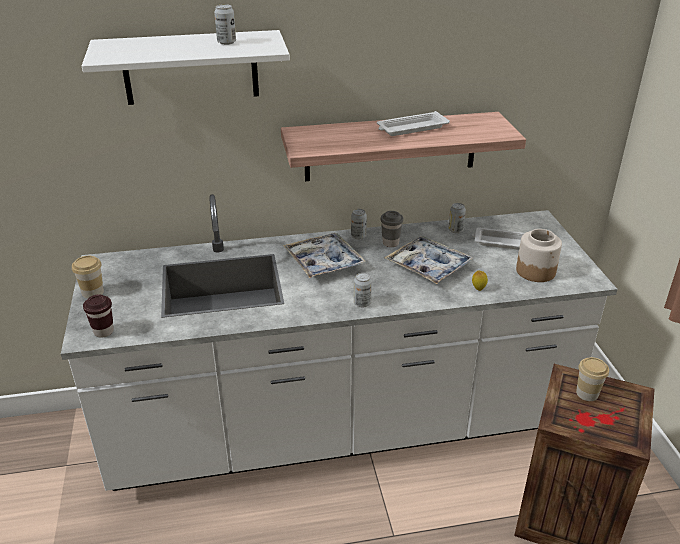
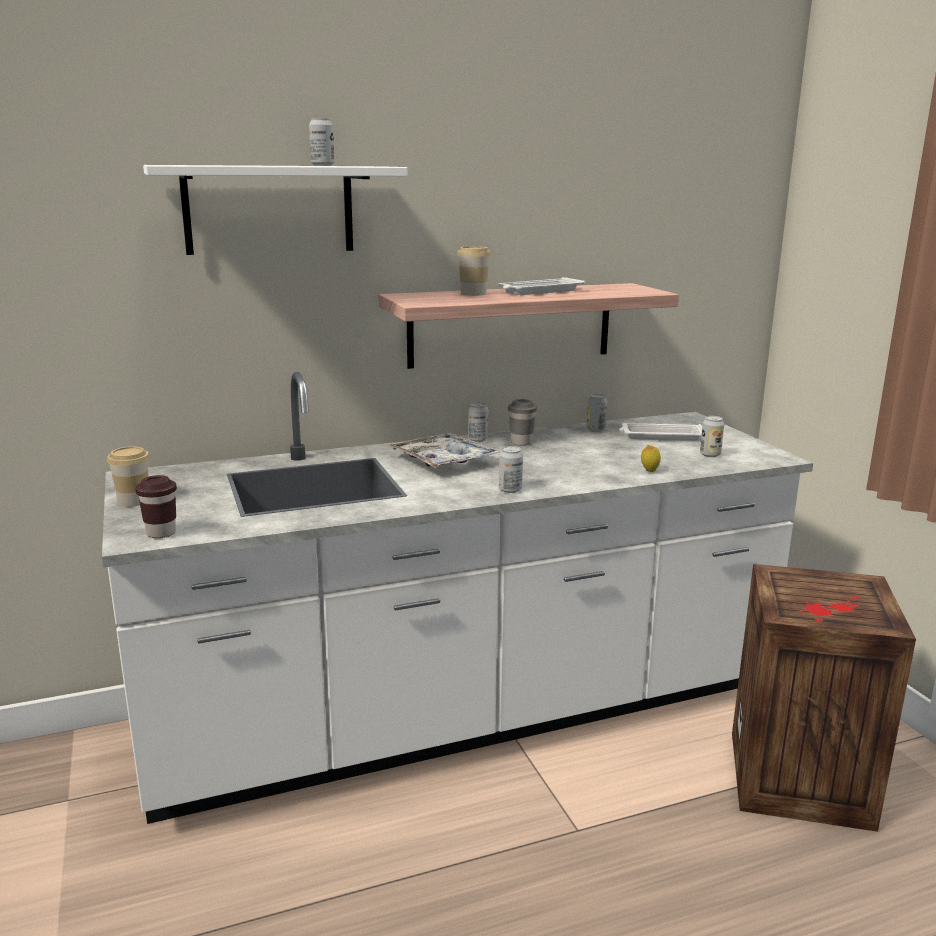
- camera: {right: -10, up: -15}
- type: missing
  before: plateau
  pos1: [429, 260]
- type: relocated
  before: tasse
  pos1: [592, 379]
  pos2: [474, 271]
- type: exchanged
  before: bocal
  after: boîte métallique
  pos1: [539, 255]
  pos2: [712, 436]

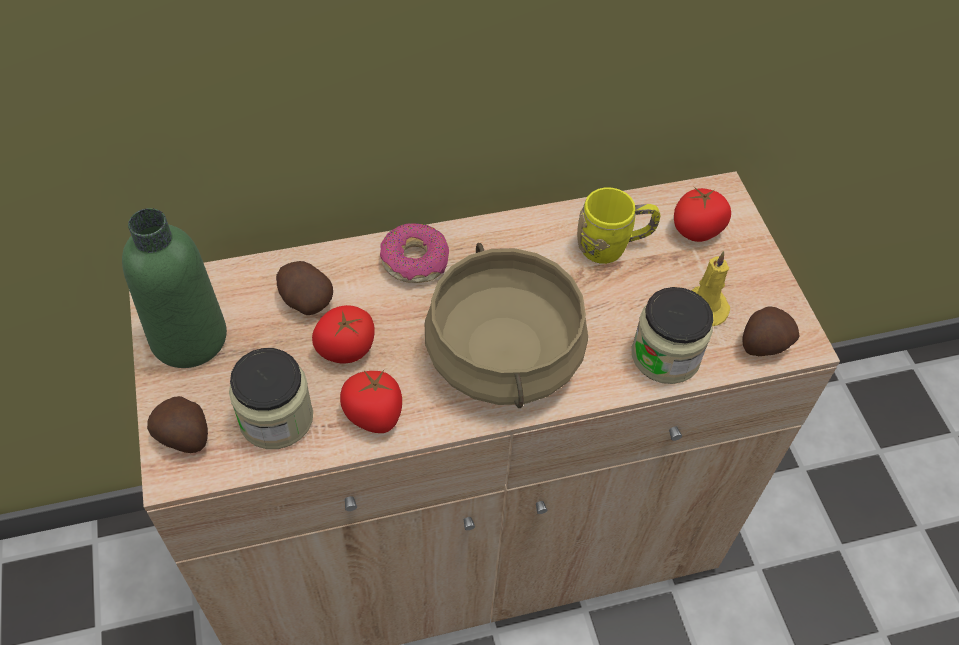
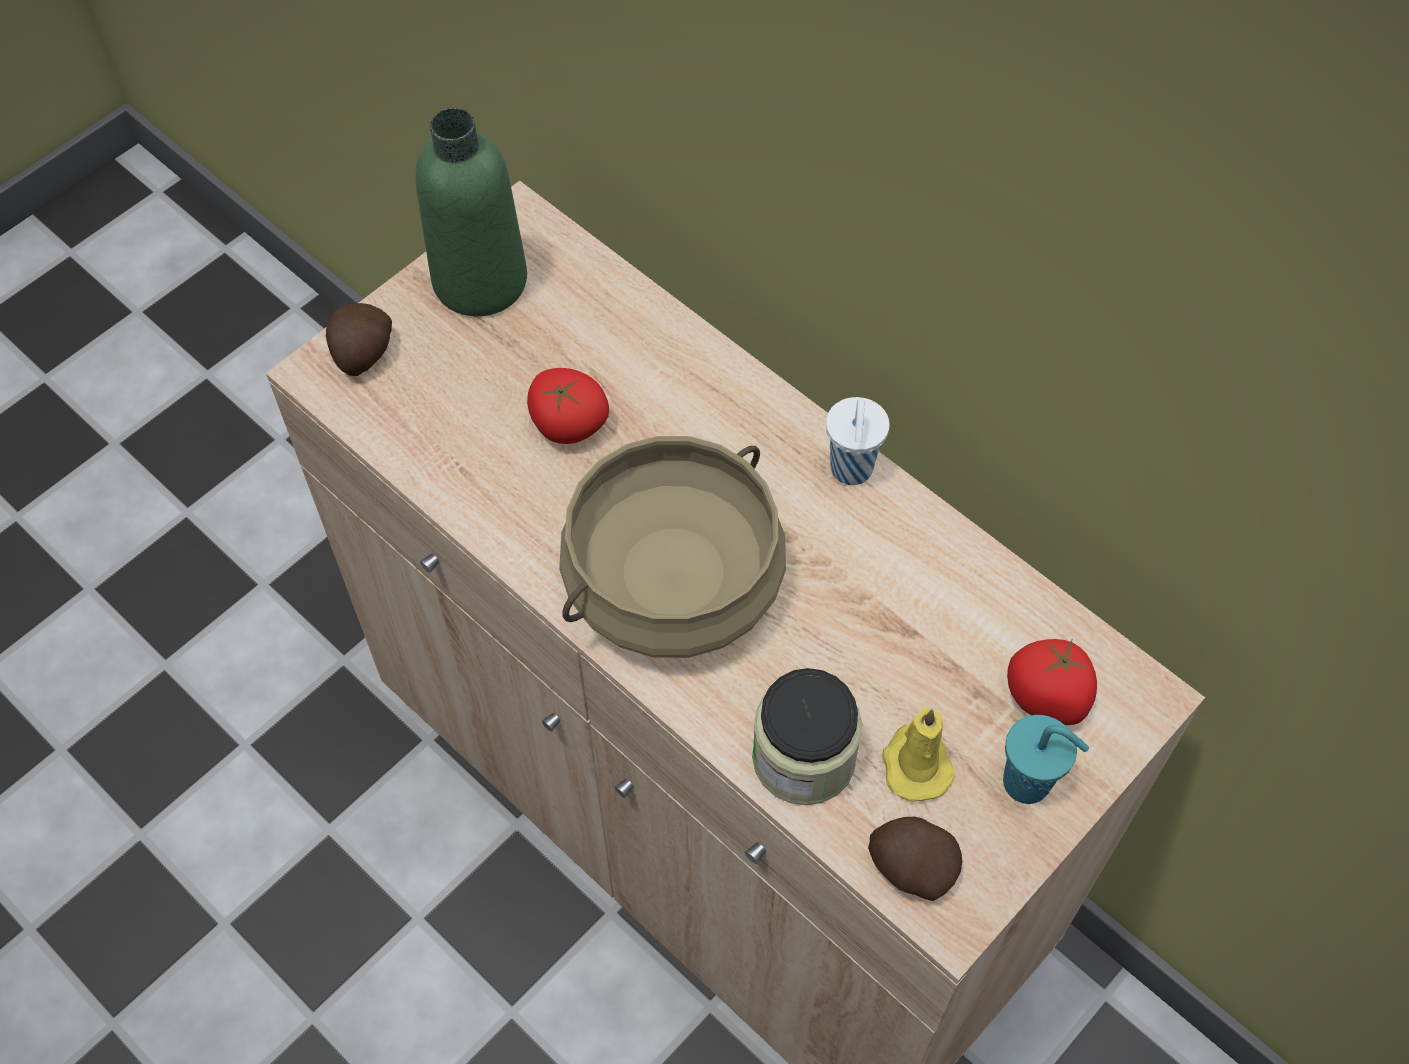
- camera: {right: 60, up: 5}
- type: missing
  before: bocal
  pos1: [271, 398]
- type: missing
  before: pomme de terre
  pos1: [304, 288]
- type: missing
  before: tomate
  pos1: [371, 401]
- type: missing
  before: beignet
  pos1: [414, 253]
- type: missing
  before: mug [jaune]
  pos1: [619, 225]
- type: appeared
  after: tasse [blanc]
  pos2: [858, 441]
- type: appeared
  after: tasse [turquoise]
  pos2: [1046, 759]

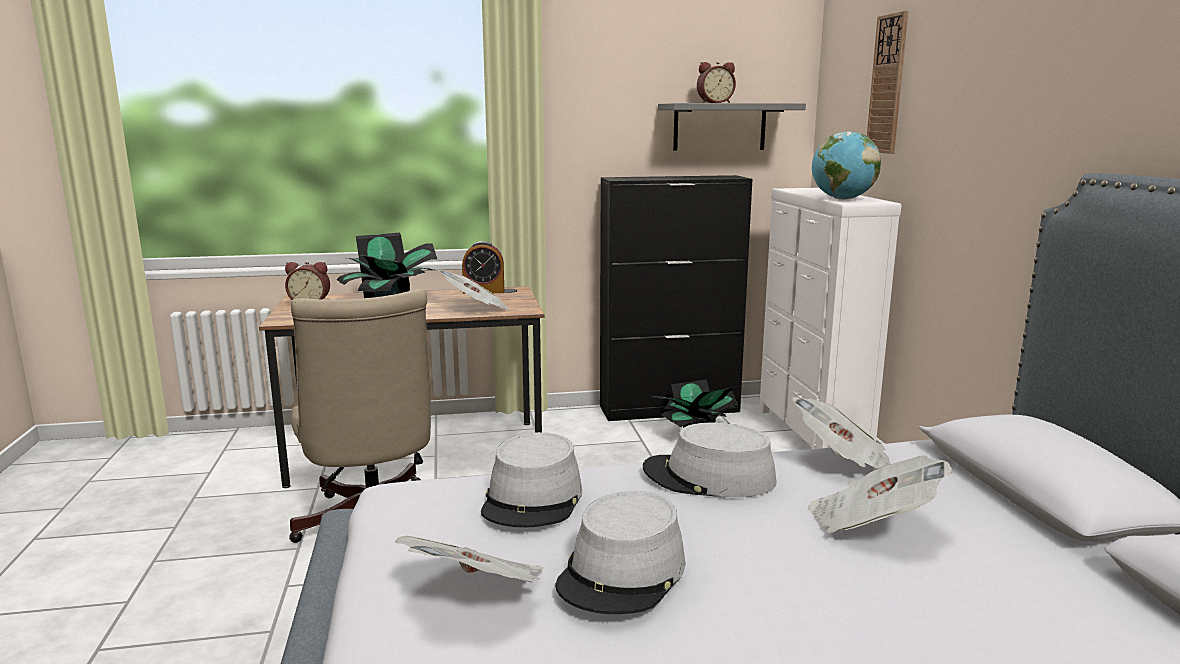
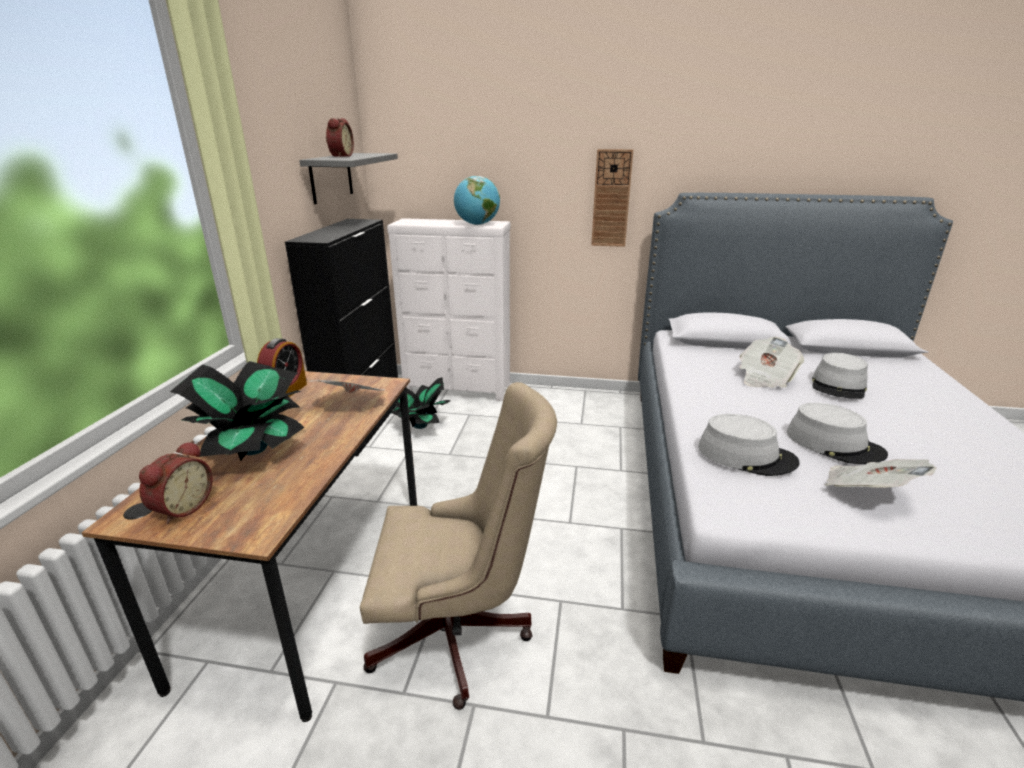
- camera: {right: -70, up: 10}
- type: missing
  before: journal
  pos1: [841, 432]
- type: relocated
  before: chapeau [gris]
  pos1: [710, 460]
  pos2: [840, 376]
- type: relocated
  before: horloge murale
  pos1: [887, 82]
  pos2: [612, 198]

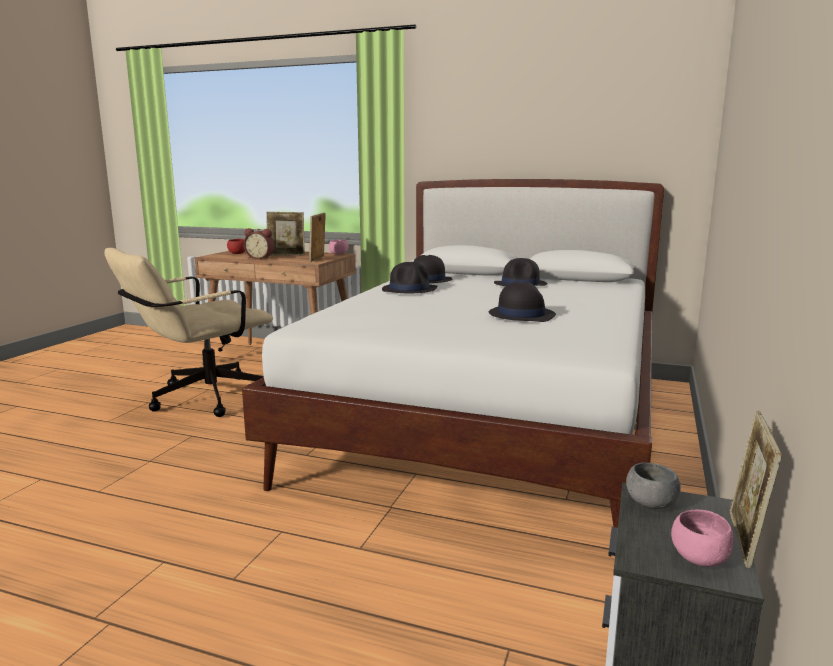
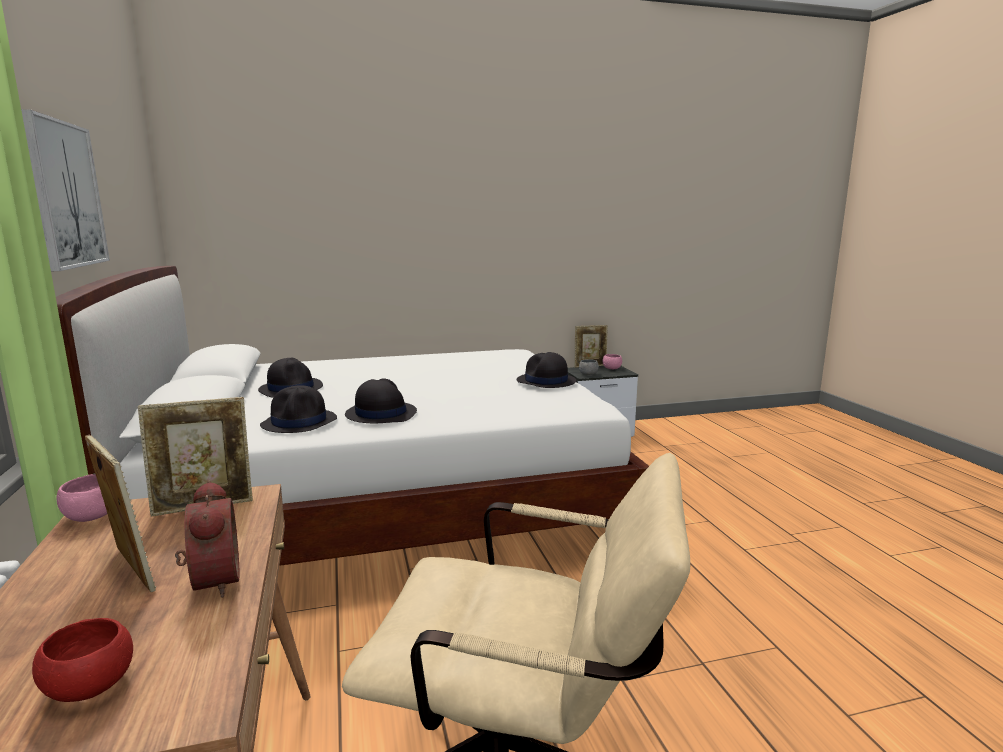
- camera: {right: -125, up: 0}
- type: appeared
  after: tableau
  pos2: [65, 190]
- type: relocated
  before: chapeau [noir]
  pos1: [522, 302]
  pos2: [546, 370]

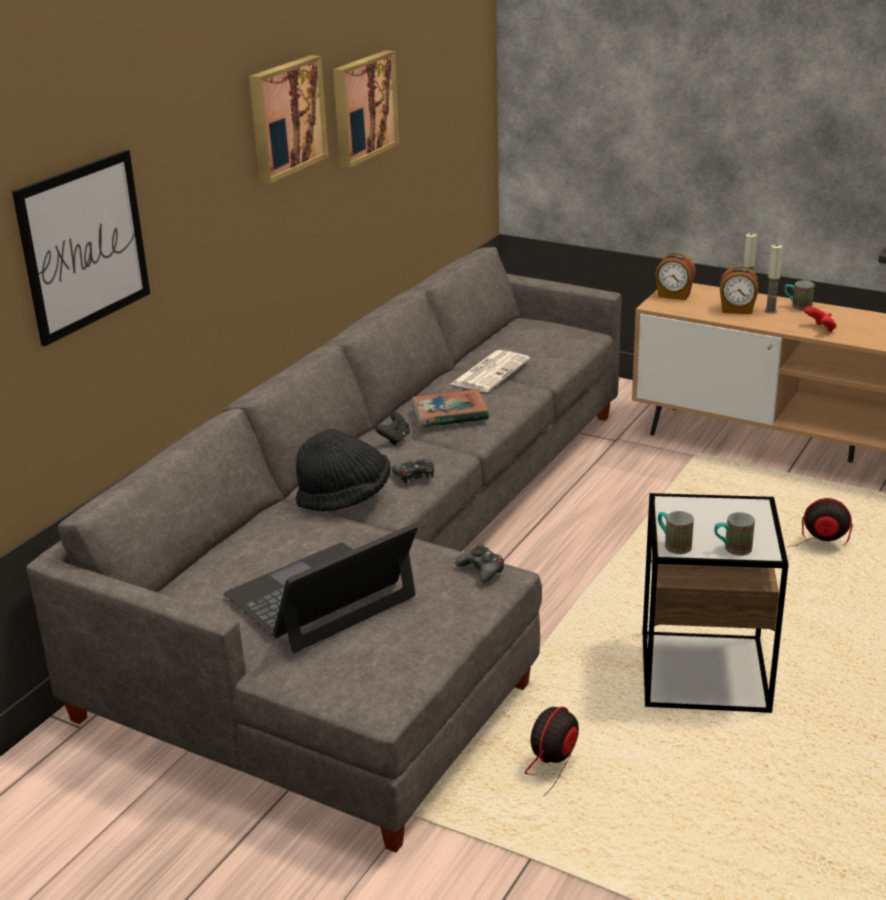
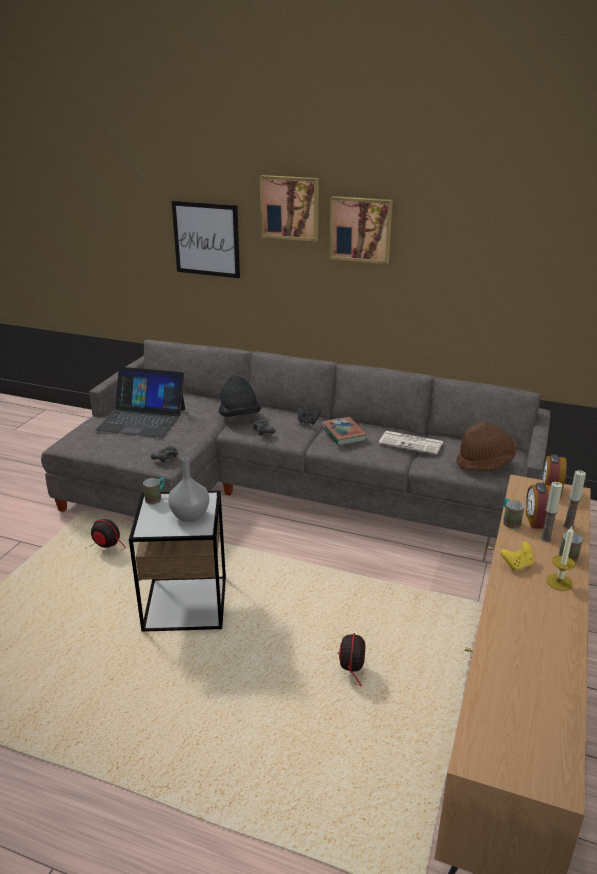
- camera: {right: 80, up: 0}
- type: appeared
  after: vase [gris]
  pos2: [188, 490]
- type: appeared
  after: chapeau [marron]
  pos2: [486, 447]
- type: appeared
  after: bougie
  pos2: [561, 558]
- type: relocated
  before: tableau
  pos1: [366, 109]
  pos2: [289, 208]
- type: relocated
  before: mug
  pos1: [734, 534]
  pos2: [513, 513]
- type: colour
  before: manette [rouge]
  after: manette [jaune]
  pos1: [820, 319]
  pos2: [517, 556]
- type: spun
  before: ordinateur portable
  pos1: [321, 588]
  pos2: [140, 402]
  turn: 150

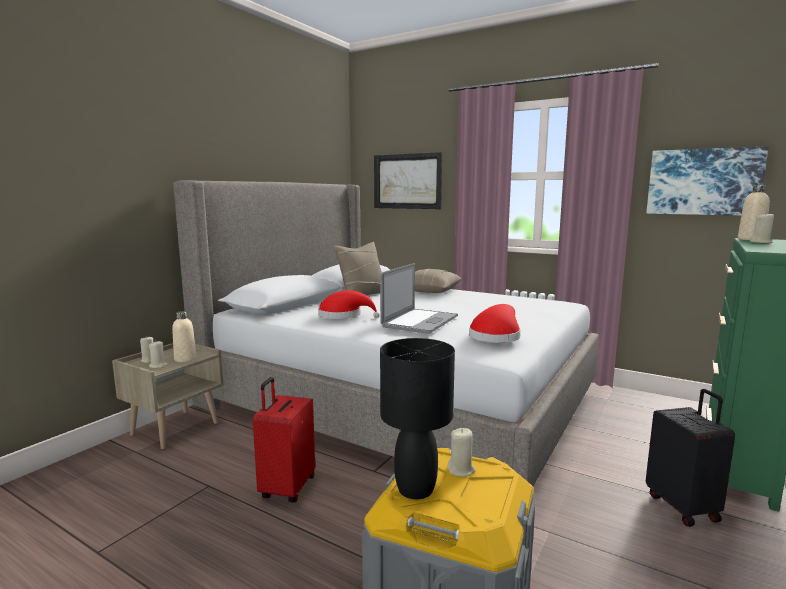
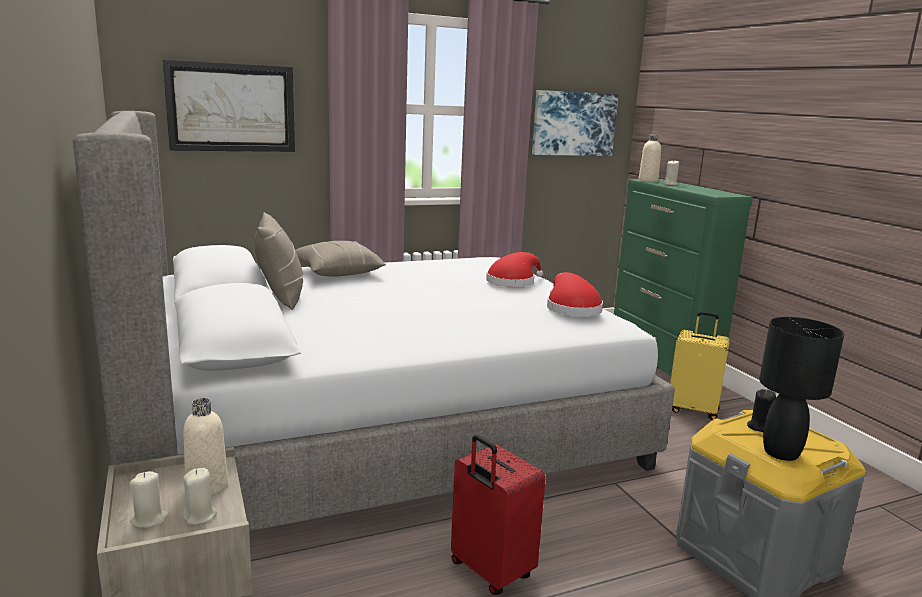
- camera: {right: -55, up: 5}
- type: missing
  before: ordinateur portable
  pos1: [419, 298]
- type: relocated
  before: chapeau [rouge]
  pos1: [349, 304]
  pos2: [514, 269]
- type: colour
  before: bougie [beige]
  after: bougie [noir]
  pos1: [461, 452]
  pos2: [761, 410]
- type: colour
  before: valise [noir]
  after: valise [jaune]
  pos1: [690, 458]
  pos2: [700, 365]

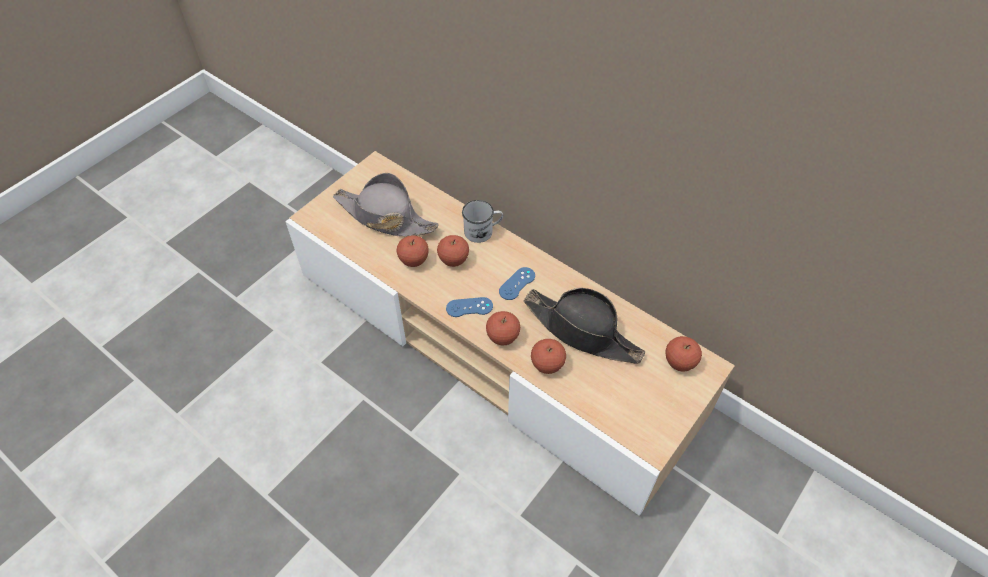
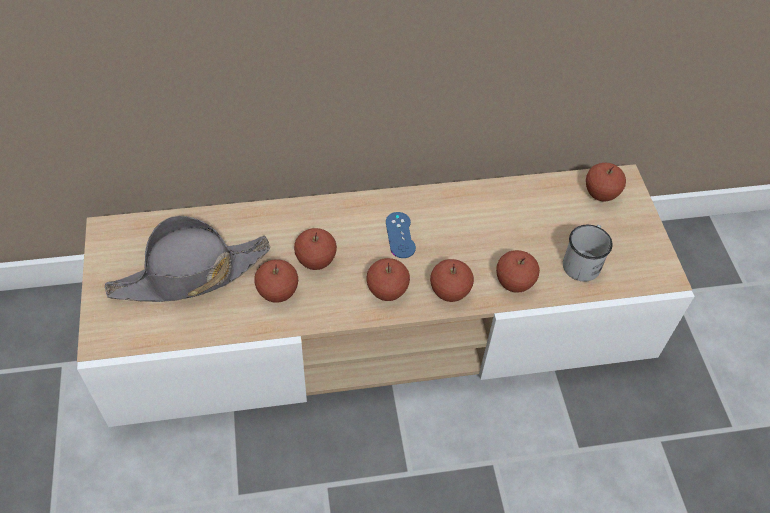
- camera: {right: -50, up: 0}
- type: missing
  before: chapeau [noir]
  pos1: [584, 325]
- type: relocated
  before: mug [blanc]
  pos1: [482, 221]
  pos2: [588, 253]
- type: exchanged
  before: manette [bleu]
  after: pomme
  pos1: [469, 307]
  pos2: [388, 279]

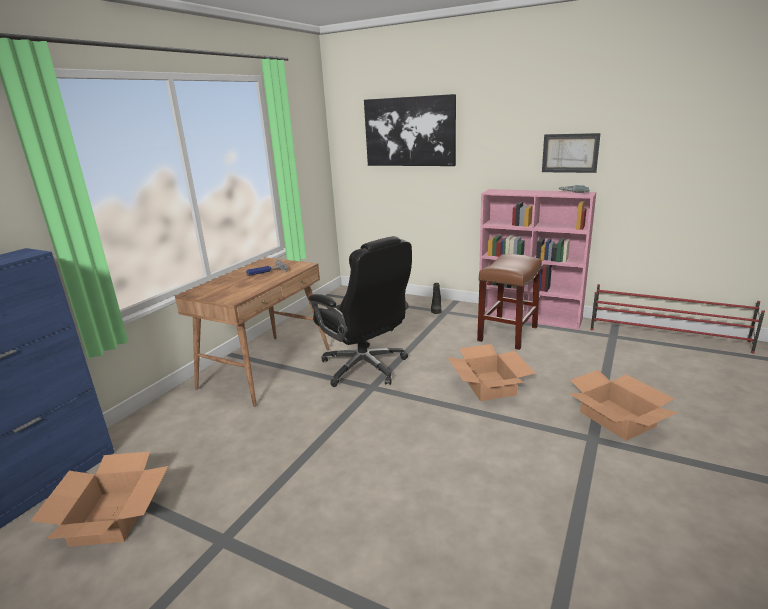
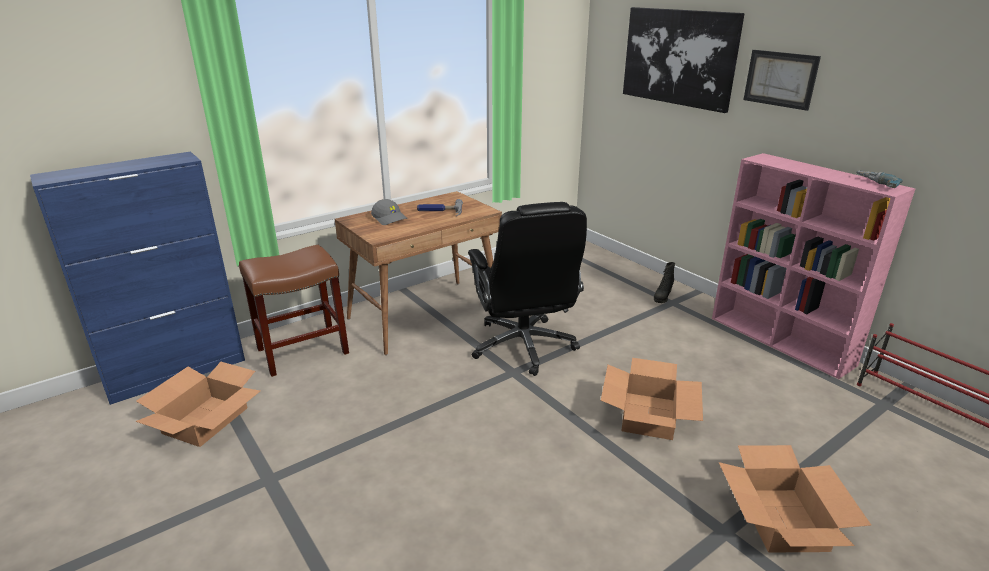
- camera: {right: 25, up: 5}
- type: appeared
  after: casquette [gris]
  pos2: [389, 212]
- type: relocated
  before: tabouret [marron]
  pos1: [509, 302]
  pos2: [294, 311]
- type: relocated
  before: tableau
  pos1: [571, 153]
  pos2: [782, 80]

